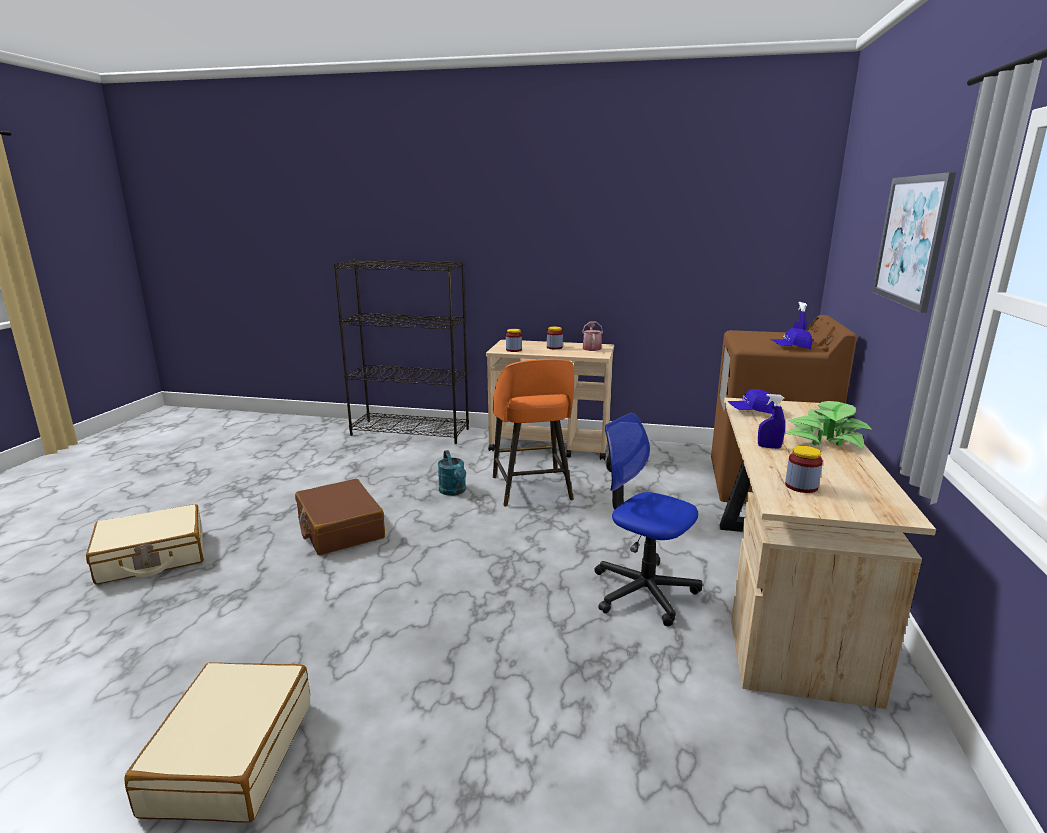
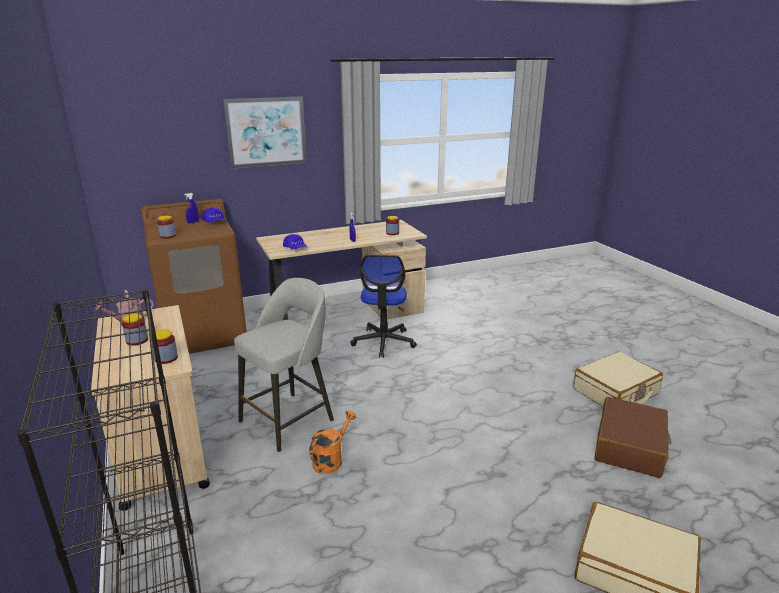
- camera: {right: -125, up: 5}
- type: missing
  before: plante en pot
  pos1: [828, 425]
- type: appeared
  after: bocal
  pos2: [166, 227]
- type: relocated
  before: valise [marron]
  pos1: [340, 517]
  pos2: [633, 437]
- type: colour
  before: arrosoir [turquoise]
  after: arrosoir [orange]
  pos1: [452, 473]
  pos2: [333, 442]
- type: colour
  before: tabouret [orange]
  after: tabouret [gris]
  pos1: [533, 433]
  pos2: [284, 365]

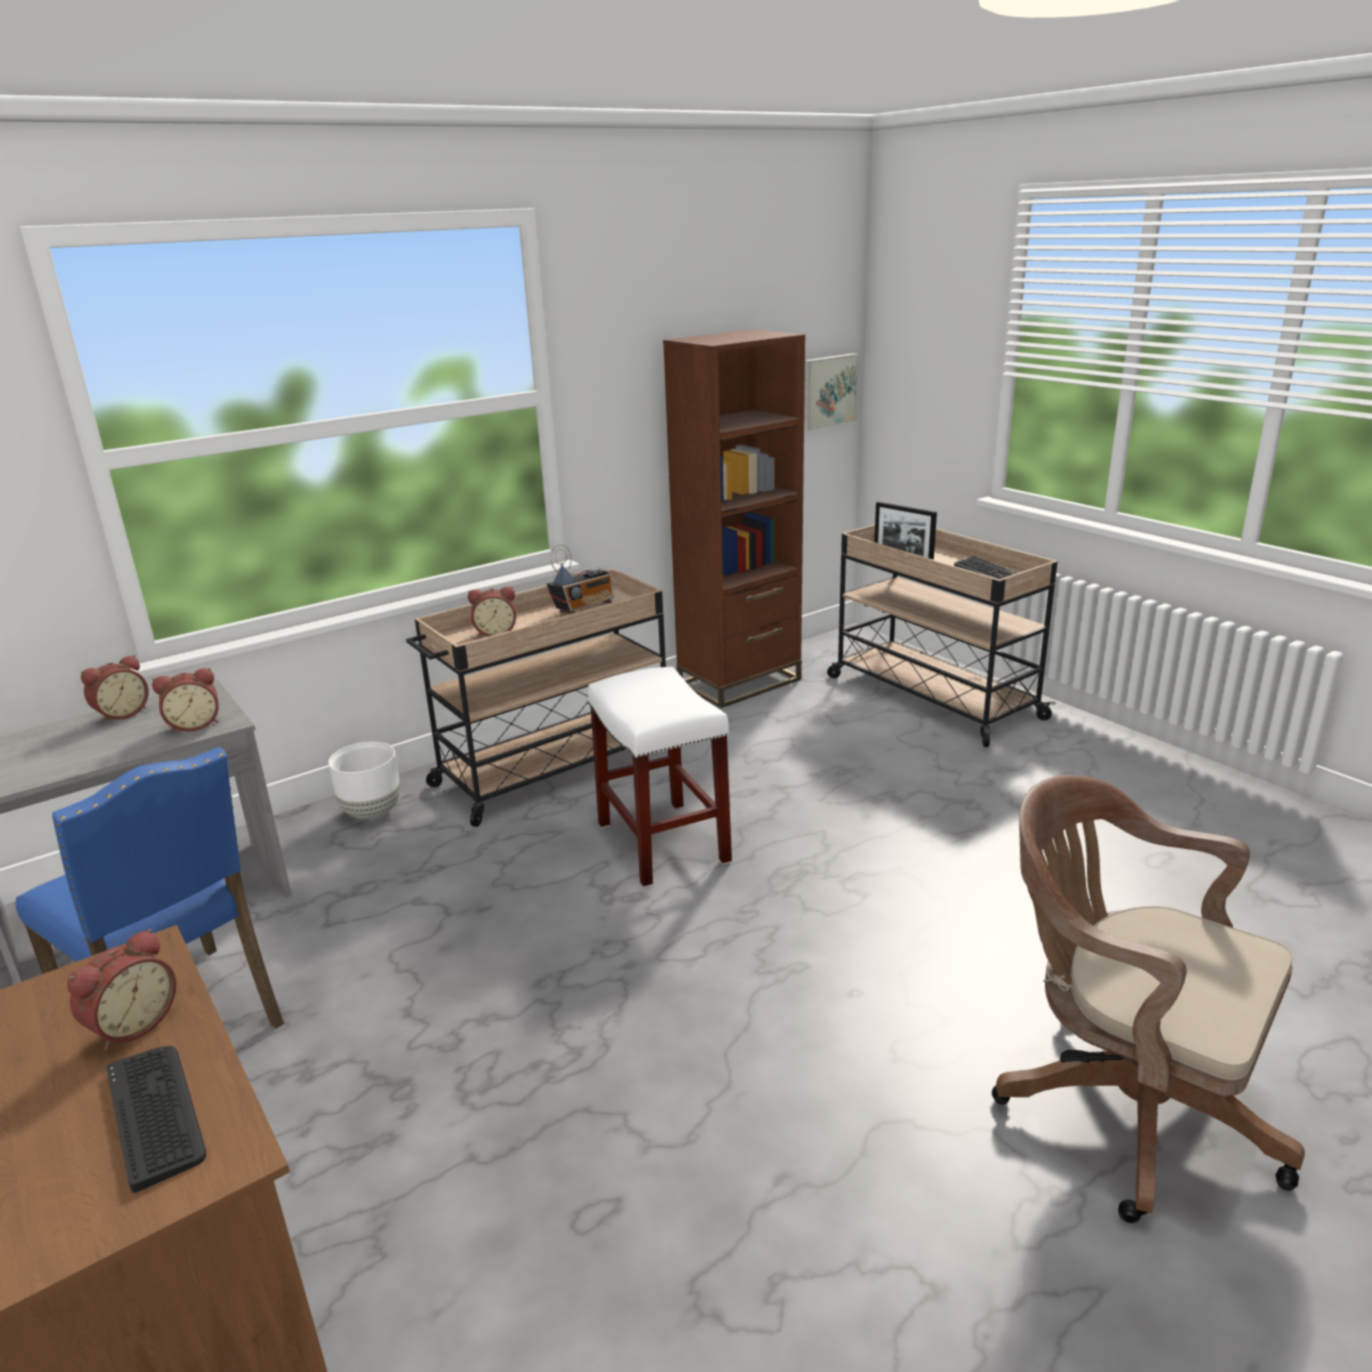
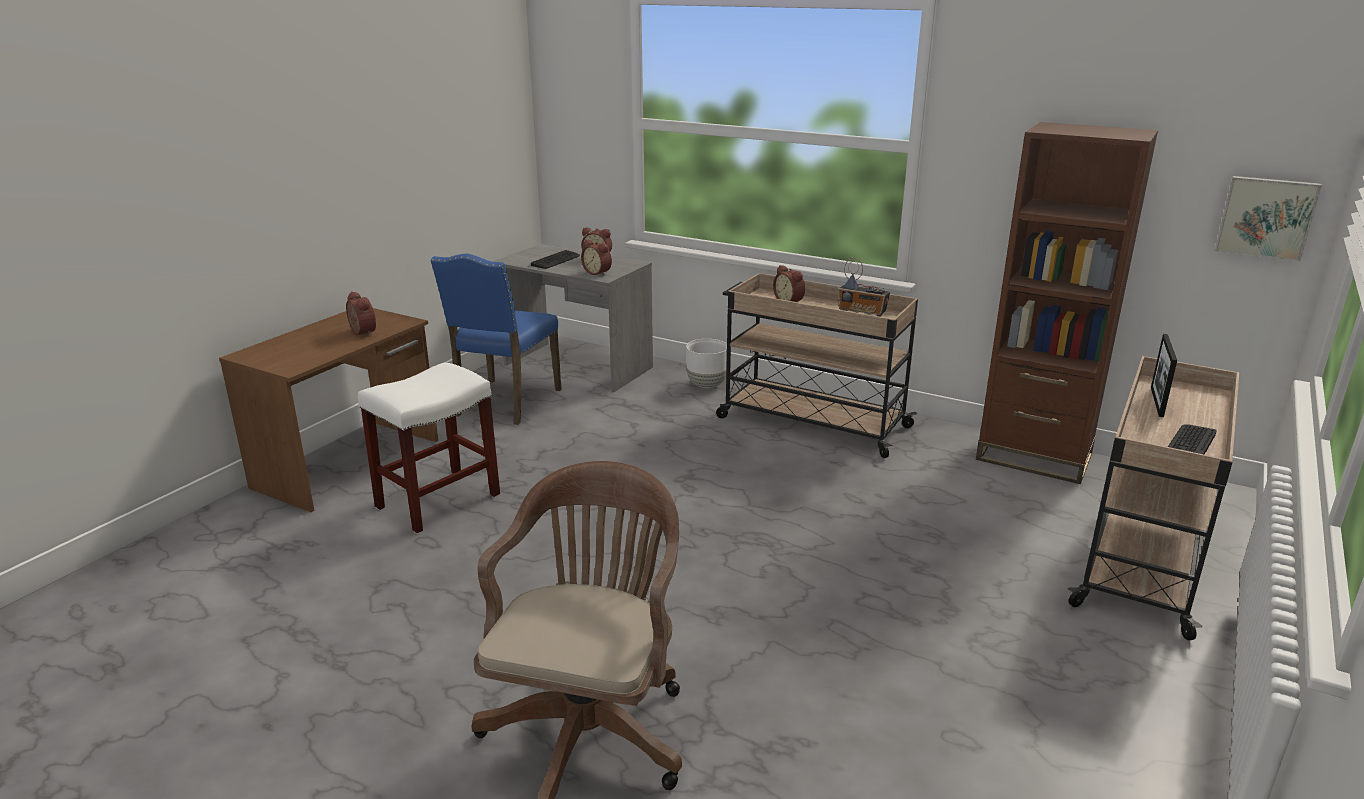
- camera: {right: 65, up: 0}
- type: relocated
  before: clavier
  pos1: [156, 1119]
  pos2: [555, 259]
- type: relocated
  before: tabouret [blanc]
  pos1: [660, 777]
  pos2: [429, 448]
- type: spun
  before: réveil
  pos1: [121, 989]
  pos2: [361, 313]
  turn: -135

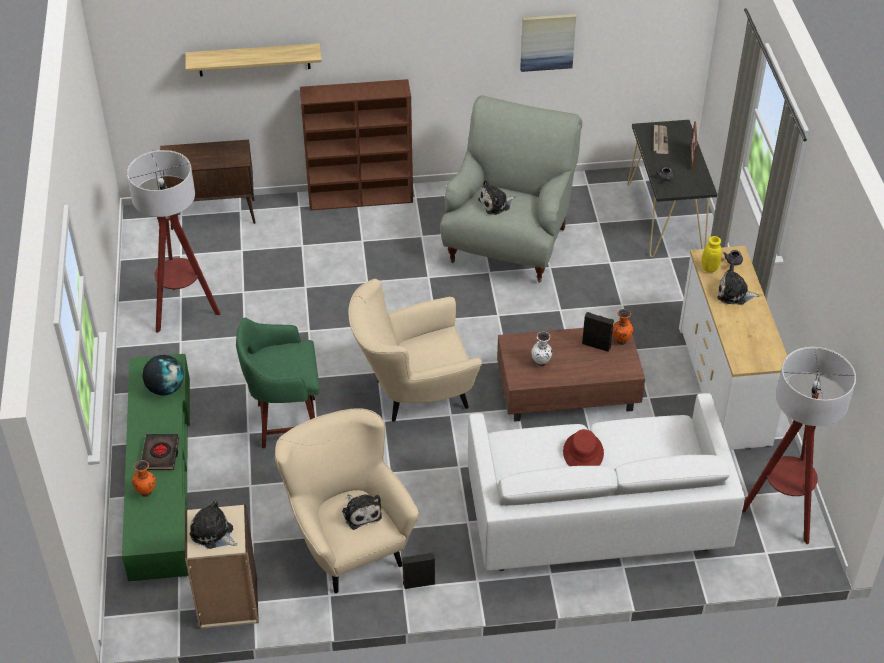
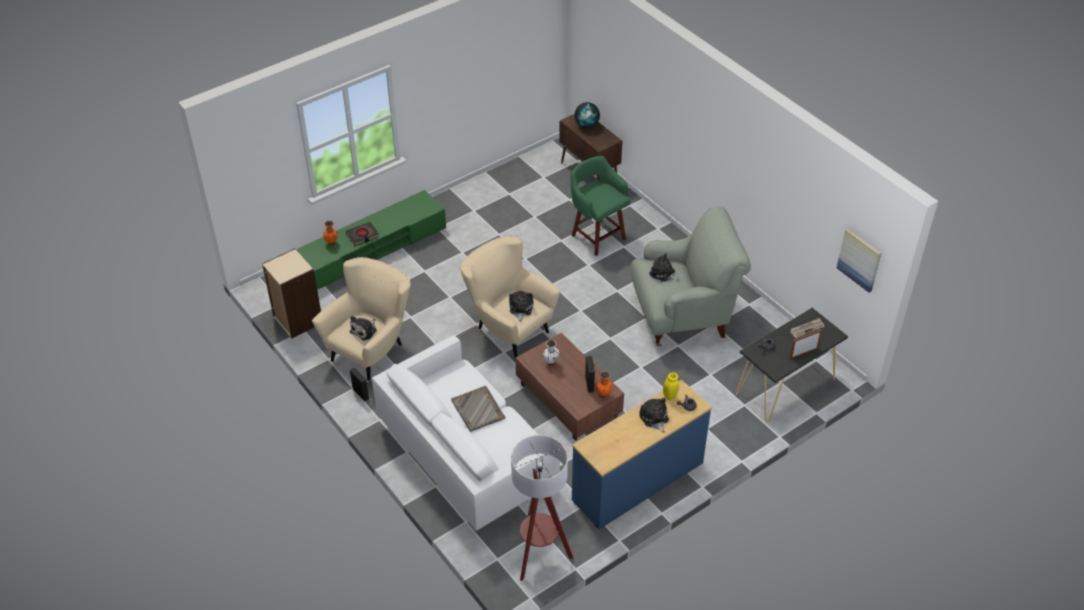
- camera: {right: 60, up: 0}
- type: missing
  before: lampadaire
  pos1: [174, 241]
- type: missing
  before: étagère
  pos1: [254, 60]
- type: missing
  before: bibliothèque [marron]
  pos1: [356, 145]
- type: relocated
  before: globe
  pos1: [163, 375]
  pos2: [587, 115]
- type: relocated
  before: peluche
  pos1: [214, 525]
  pos2: [521, 306]
- type: relocated
  before: tabouret [vert]
  pos1: [278, 382]
  pos2: [601, 206]
- type: relocated
  before: tableau
  pos1: [548, 43]
  pos2: [859, 260]
- type: exchanged
  before: chapeau [rouge]
  after: plateau [gris]
  pos1: [583, 447]
  pos2: [478, 409]
- type: colour
  before: commode [blanc]
  after: commode [bleu]
  pos1: [734, 348]
  pos2: [642, 454]

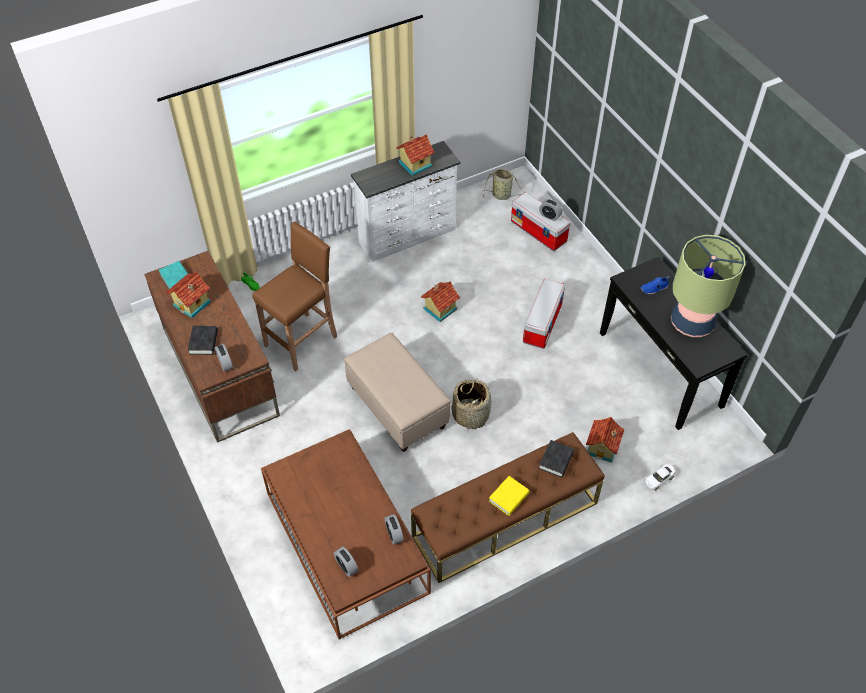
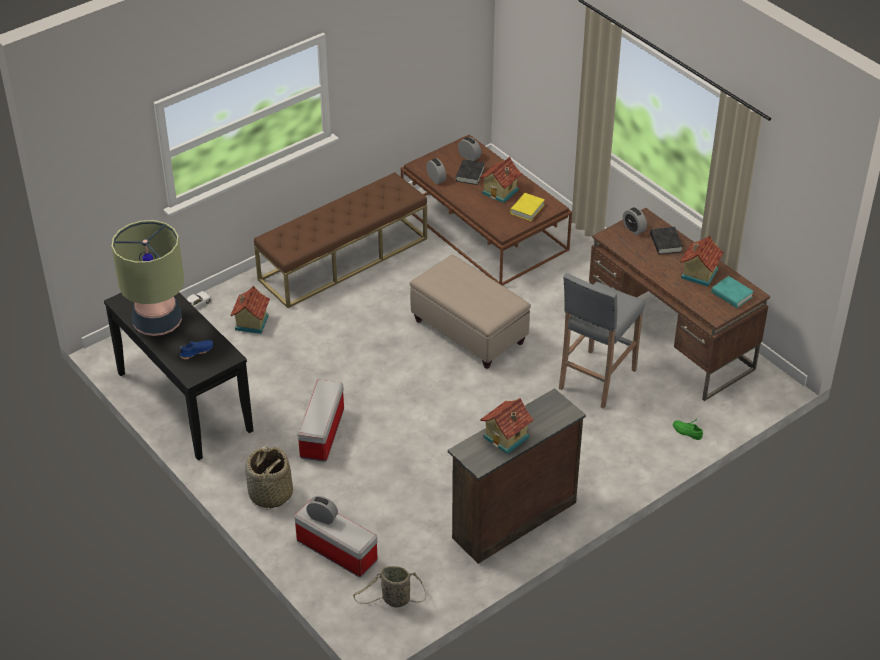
- camera: {right: 170, up: -10}
- type: relocated
  before: maison miniature
  pos1: [440, 301]
  pos2: [501, 180]
- type: relocated
  before: panier
  pos1: [472, 404]
  pos2: [269, 478]
- type: relocated
  before: livre [jaune]
  pos1: [509, 496]
  pos2: [527, 207]
- type: relocated
  before: livre [noir]
  pos1: [556, 458]
  pos2: [470, 172]
- type: colour
  before: tabouret [marron]
  after: tabouret [gris]
  pos1: [294, 296]
  pos2: [602, 341]
- type: colour
  before: commode [blanc]
  after: commode [marron]
  pos1: [406, 201]
  pos2: [517, 476]

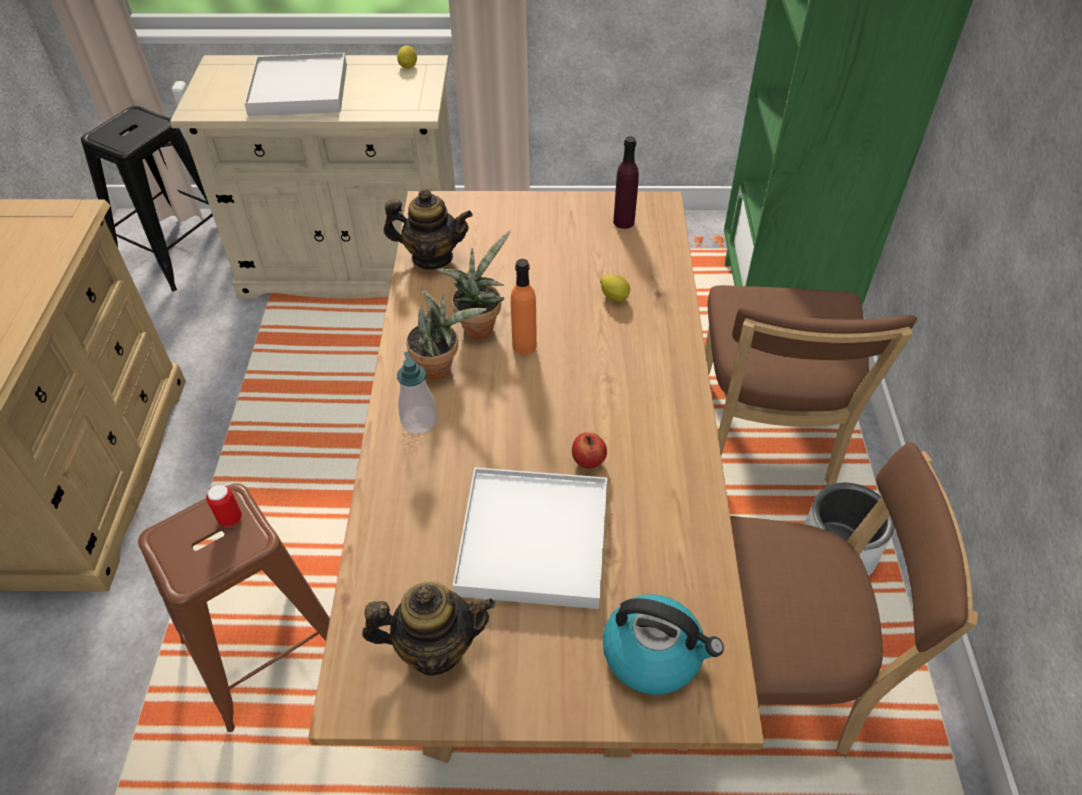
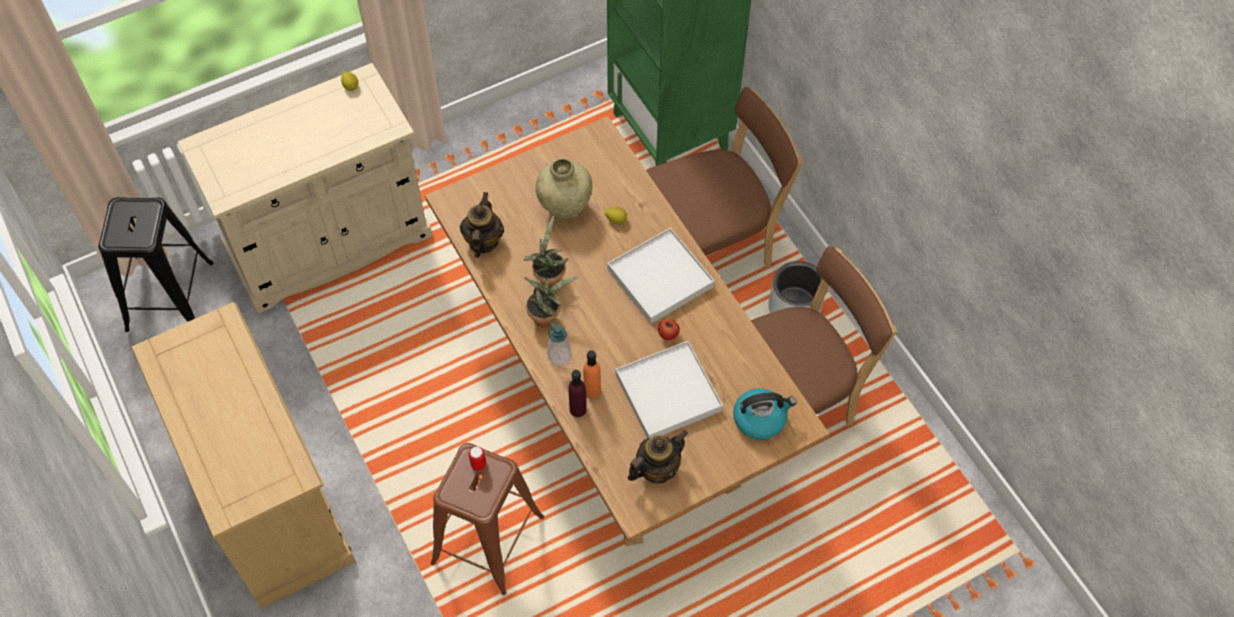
- camera: {right: -30, up: 10}
- type: appeared
  after: vase [beige]
  pos2: [564, 189]
- type: relocated
  before: plateau [blanc]
  pos1: [295, 84]
  pos2: [661, 276]
- type: relocated
  before: bouteille [orange]
  pos1: [524, 307]
  pos2: [592, 374]
- type: relocated
  before: bouteille [violet]
  pos1: [626, 182]
  pos2: [577, 393]
- type: spun
  before: théière
  pos1: [428, 229]
  pos2: [482, 225]
  turn: -60
- type: spun
  before: chaise [marron]
  pos1: [811, 385]
  pos2: [724, 177]
  turn: -90

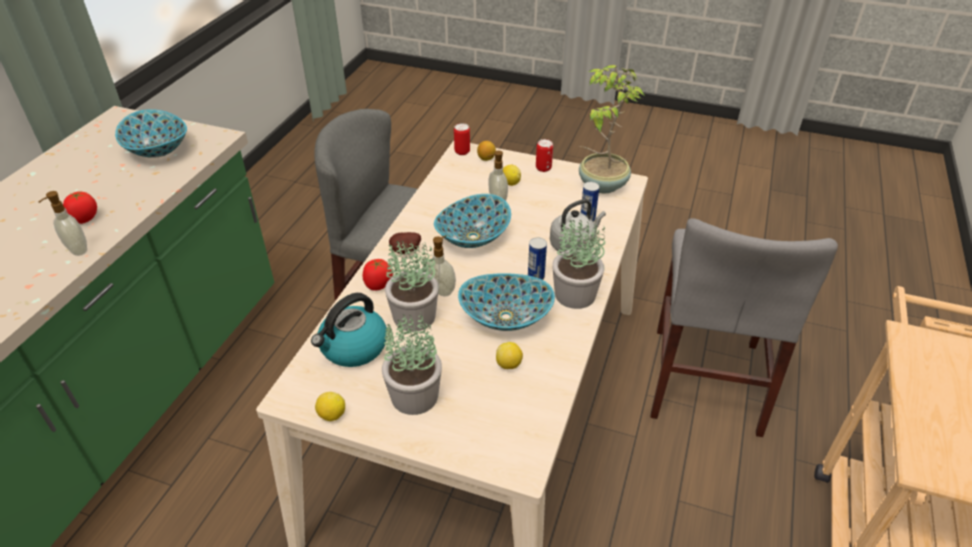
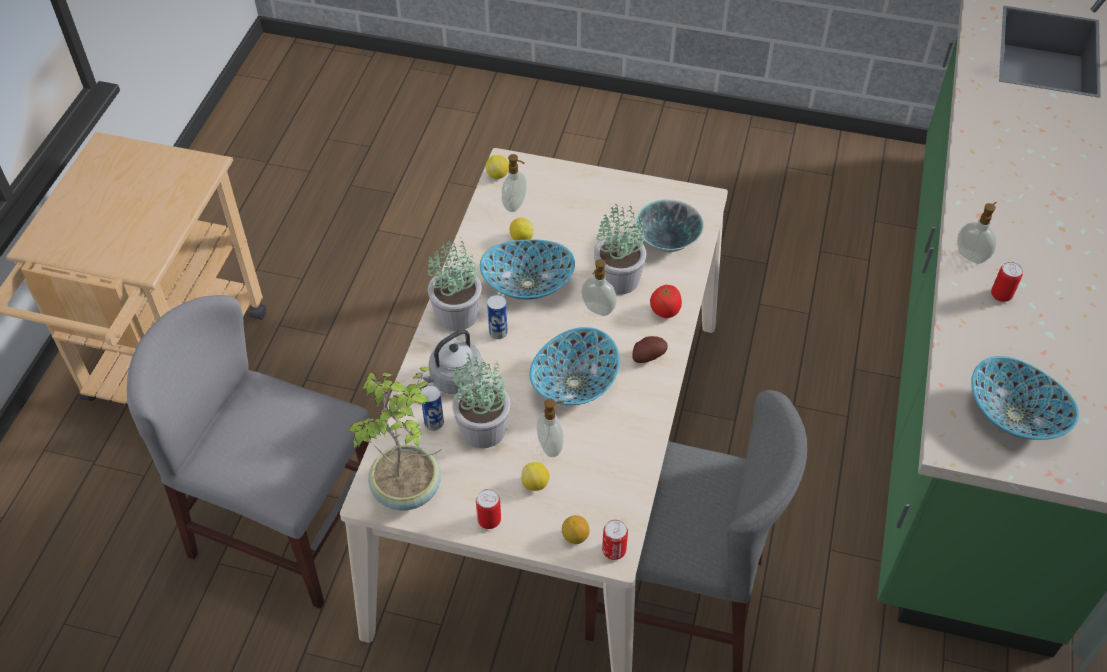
- camera: {right: 175, up: 10}
- type: appeared
  after: distributeur de savon
  pos2: [514, 183]
- type: relocated
  before: citron
  pos1: [330, 406]
  pos2: [497, 167]
- type: relocated
  before: plante en pot
  pos1: [412, 363]
  pos2: [481, 401]
- type: exchanged
  before: tomate
  after: boîte métallique
  pos1: [80, 207]
  pos2: [1007, 282]
- type: exchanged
  before: bouilloire
  after: bol
  pos1: [349, 330]
  pos2: [669, 225]
- type: spun
  before: chaise [gris]
  pos1: [744, 327]
  pos2: [248, 452]
  turn: -75

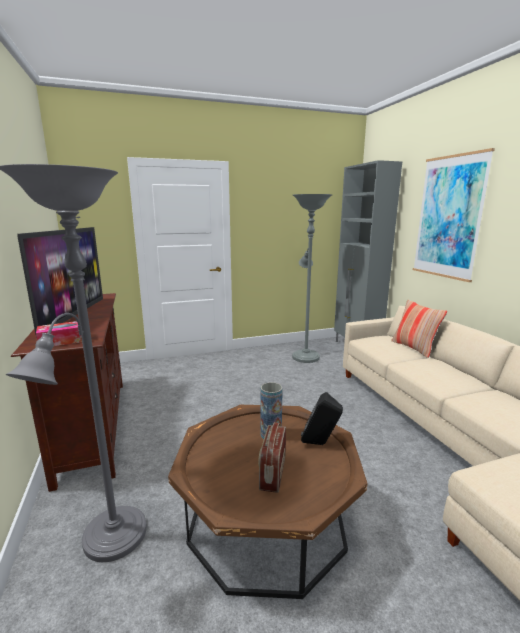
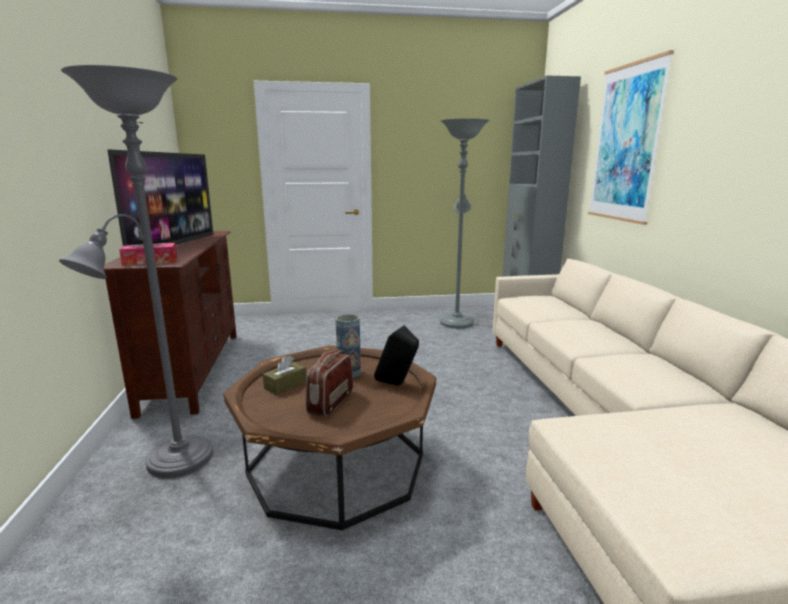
- camera: {right: 10, up: 0}
- type: missing
  before: coussin
  pos1: [419, 329]
- type: appeared
  after: boîte à mouchoirs [marron]
  pos2: [284, 375]

